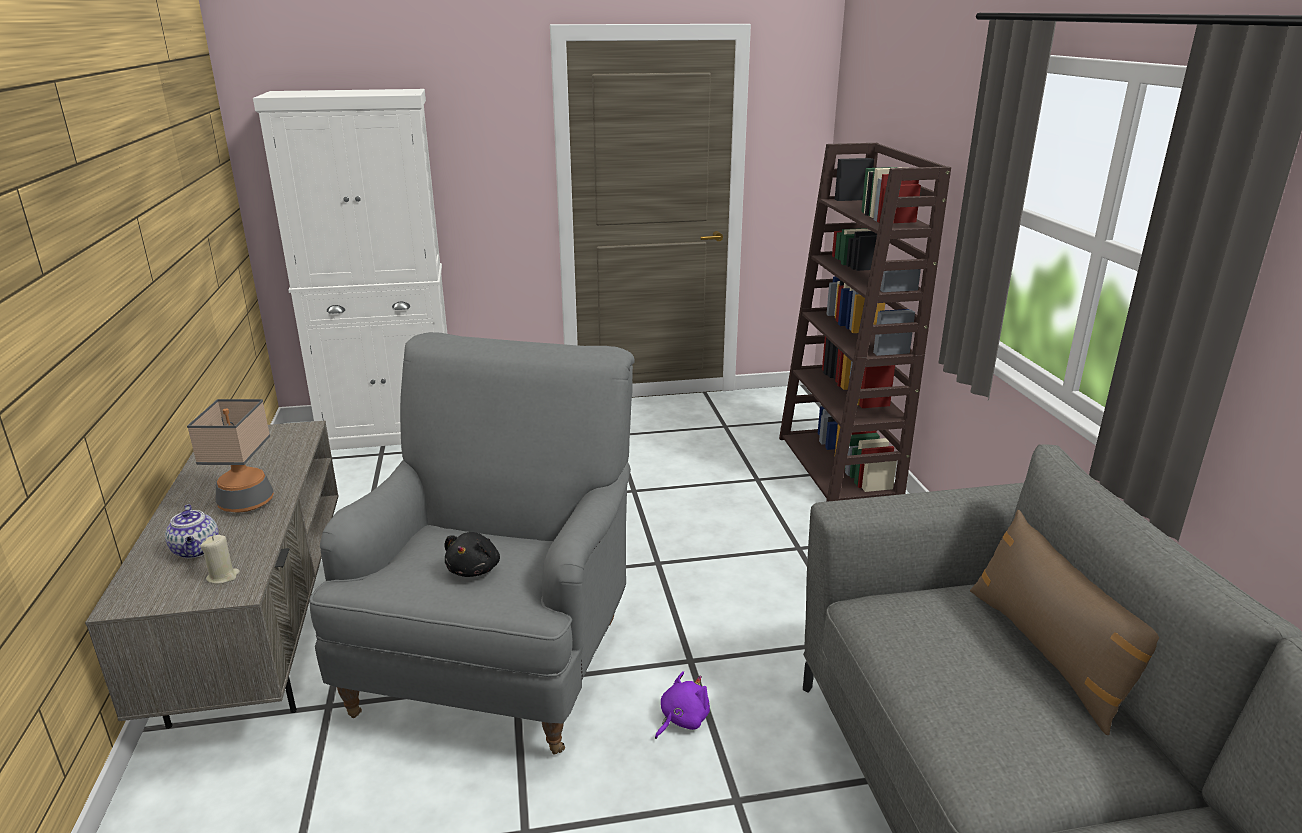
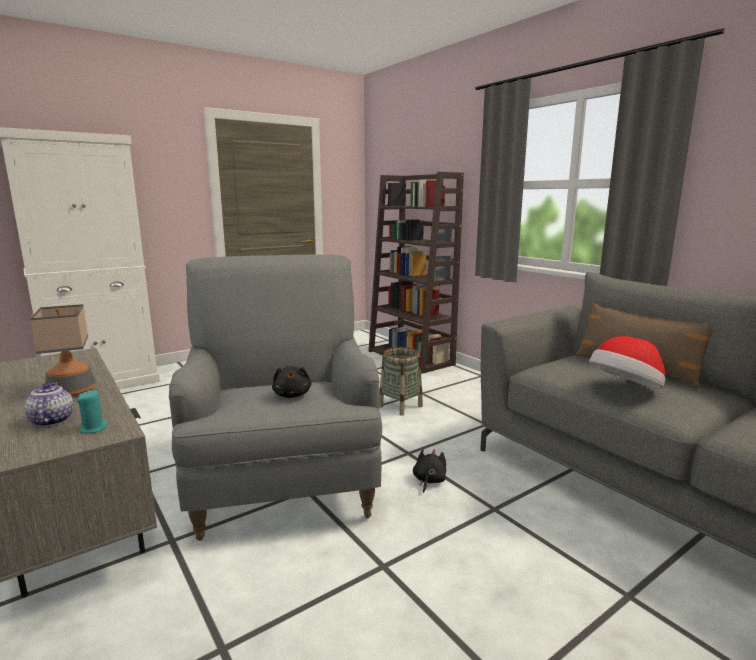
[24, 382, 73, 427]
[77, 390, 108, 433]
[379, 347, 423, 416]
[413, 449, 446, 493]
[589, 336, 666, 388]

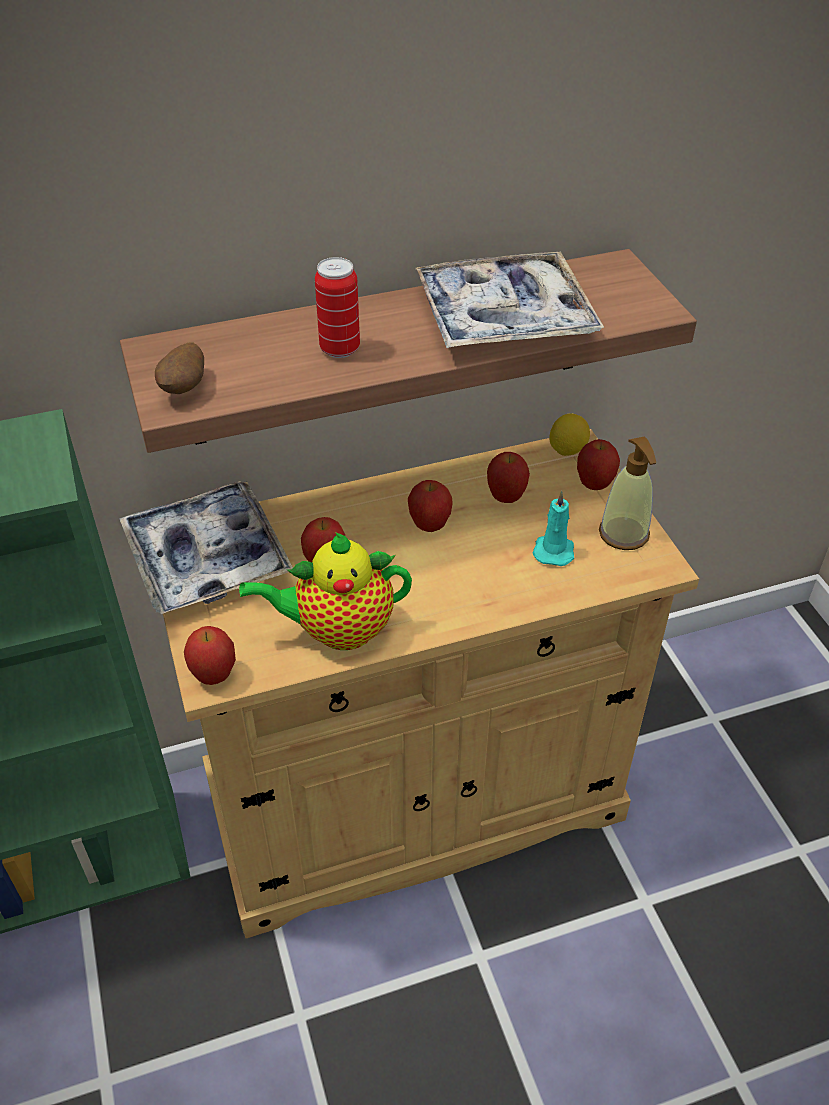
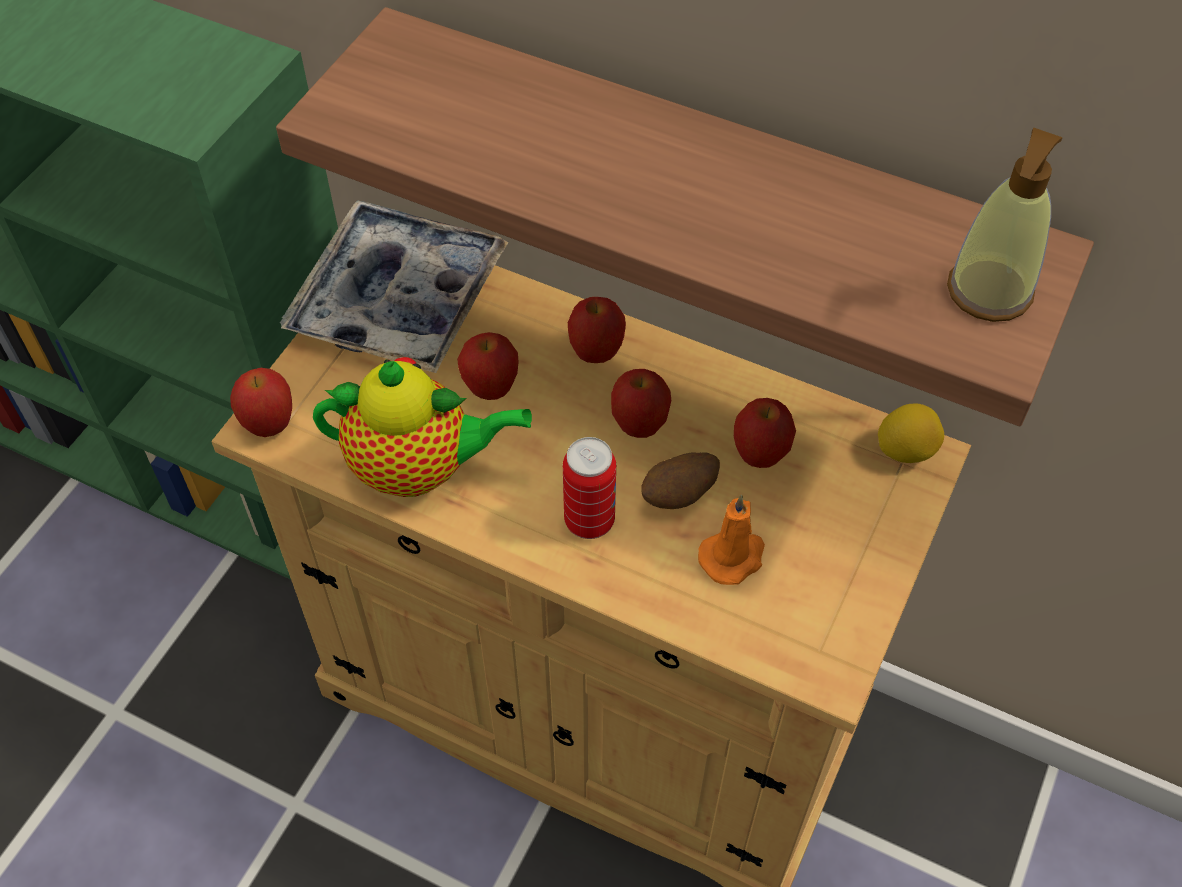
[313, 357, 532, 497]
[563, 437, 616, 539]
[568, 297, 626, 363]
[641, 452, 720, 509]
[698, 495, 765, 585]
[947, 127, 1063, 322]
[415, 251, 604, 348] (first image)

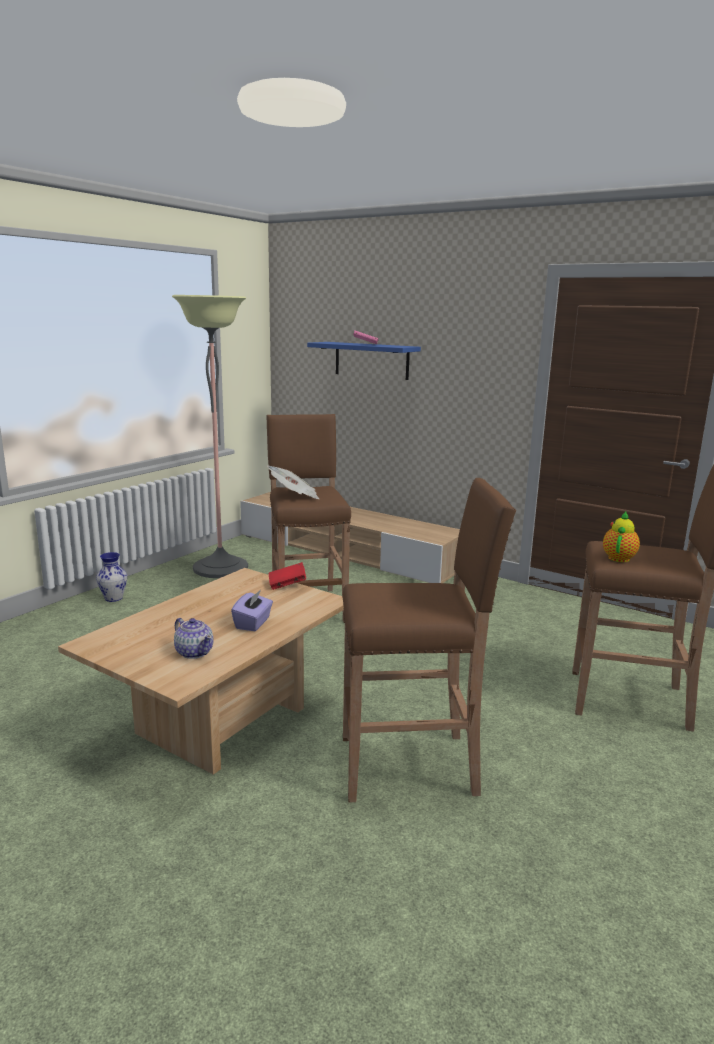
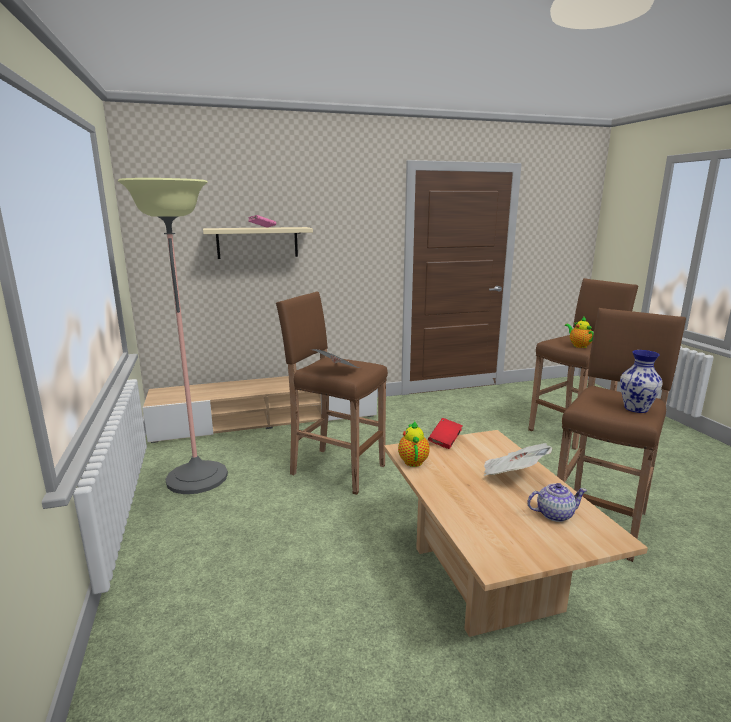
[203, 227, 313, 259]
[398, 421, 430, 467]
[484, 443, 552, 476]
[620, 350, 663, 413]

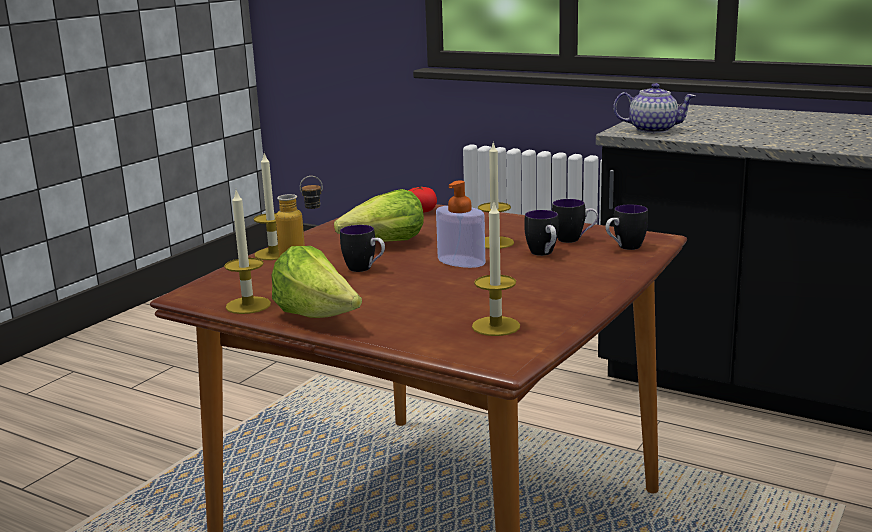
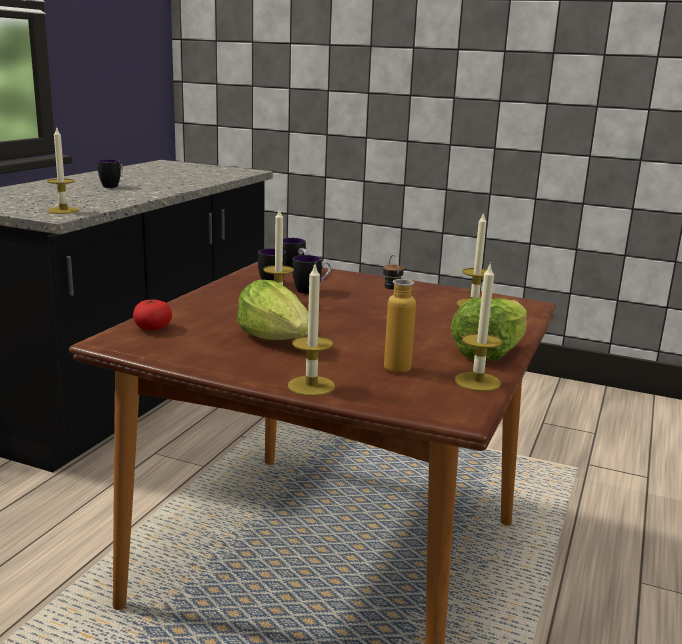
[47, 126, 80, 214]
[98, 159, 123, 188]
[436, 180, 485, 268] (first image)

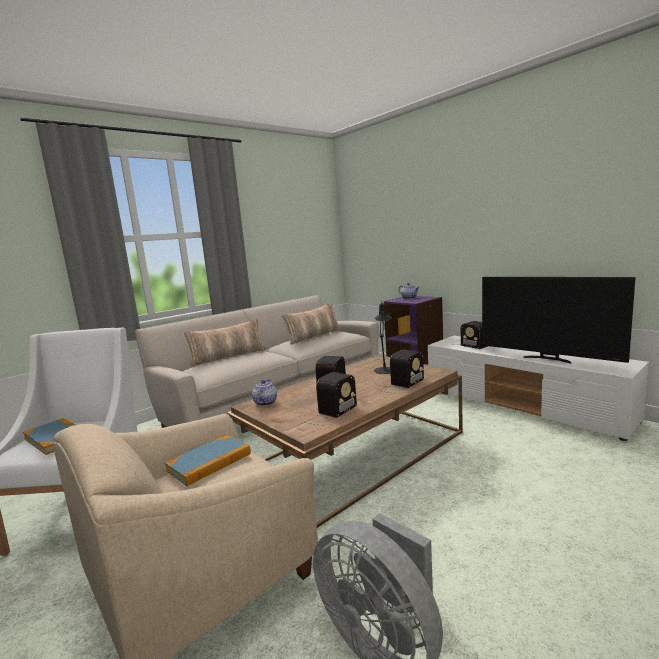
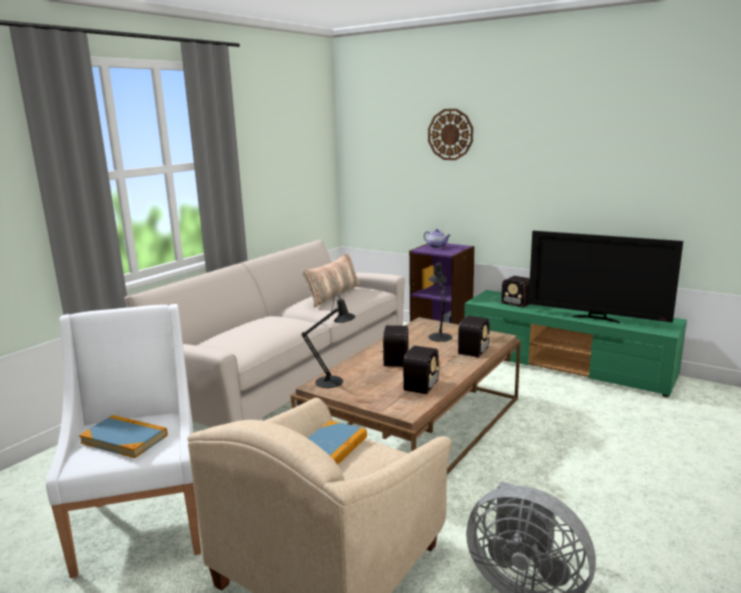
[302, 295, 356, 388]
[428, 109, 473, 160]
[464, 290, 687, 397]
[184, 319, 266, 366] (first image)

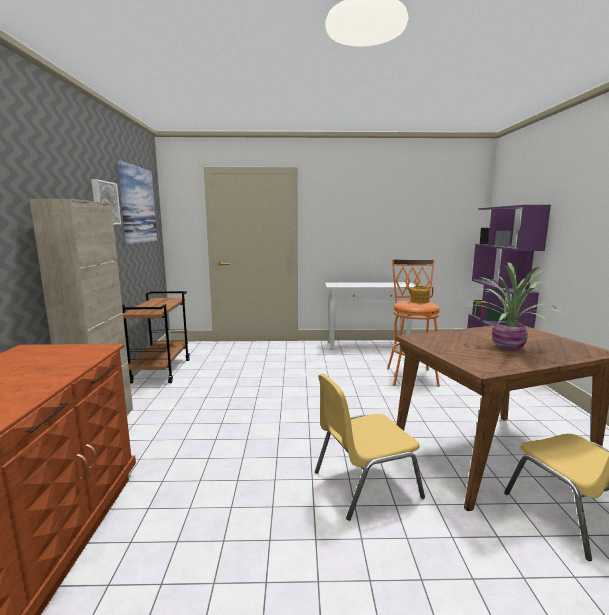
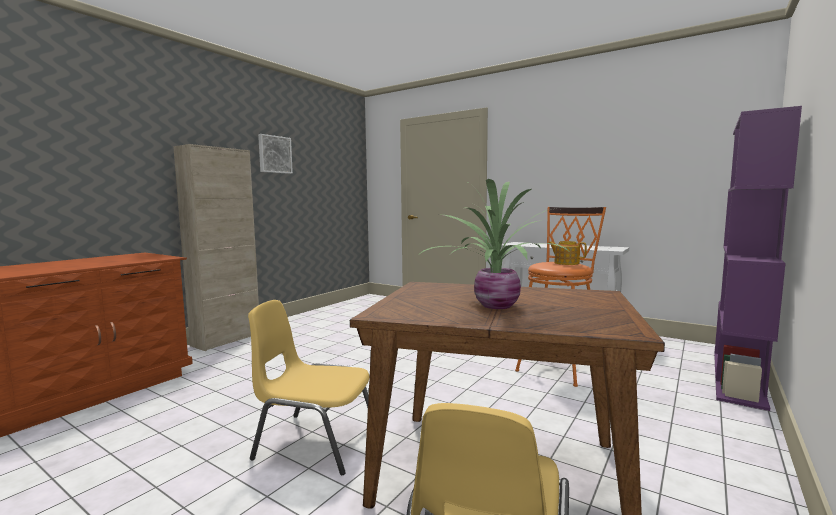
[117, 161, 157, 245] (first image)
[122, 291, 190, 384] (first image)

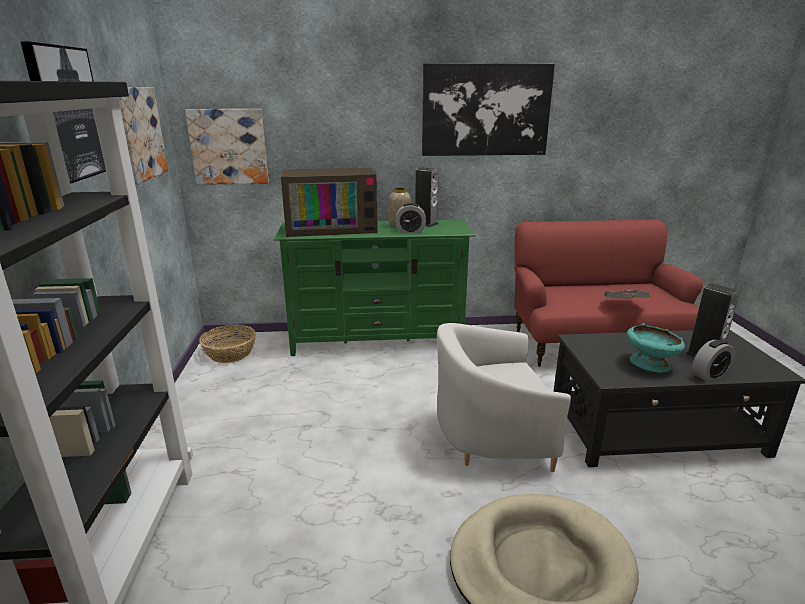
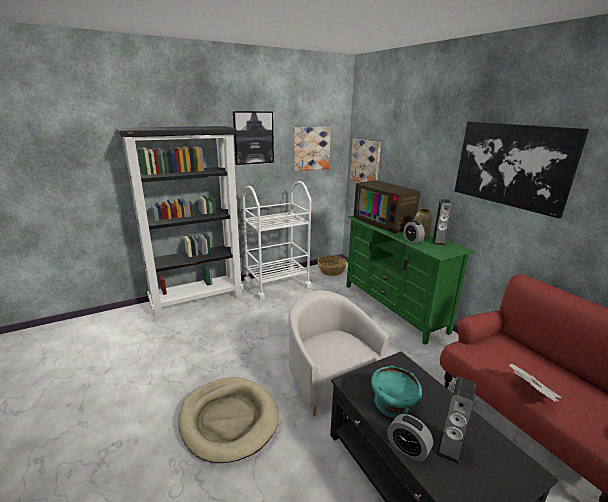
[242, 181, 311, 300]

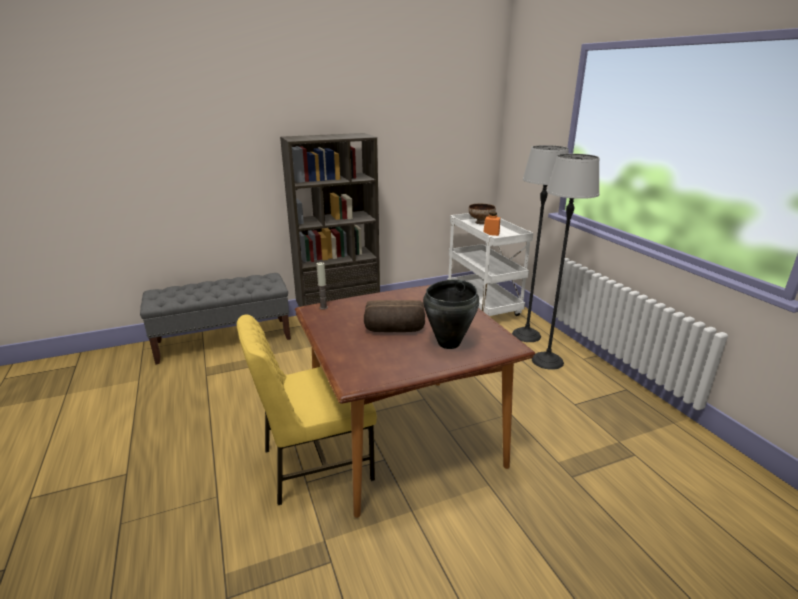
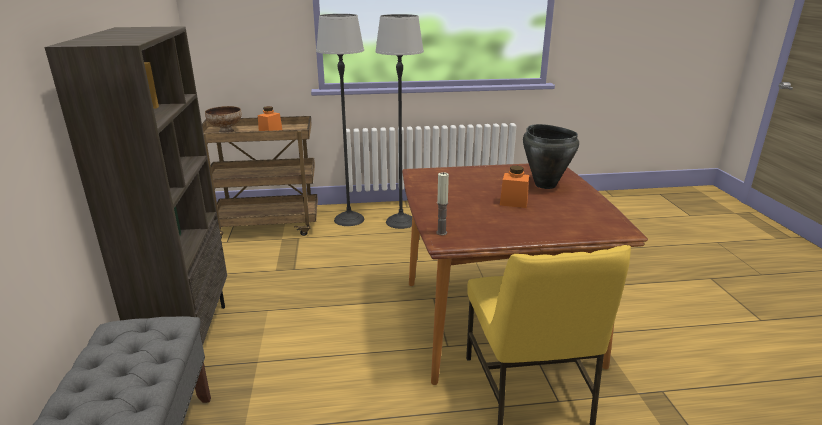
[202, 116, 318, 239]
[500, 166, 529, 208]

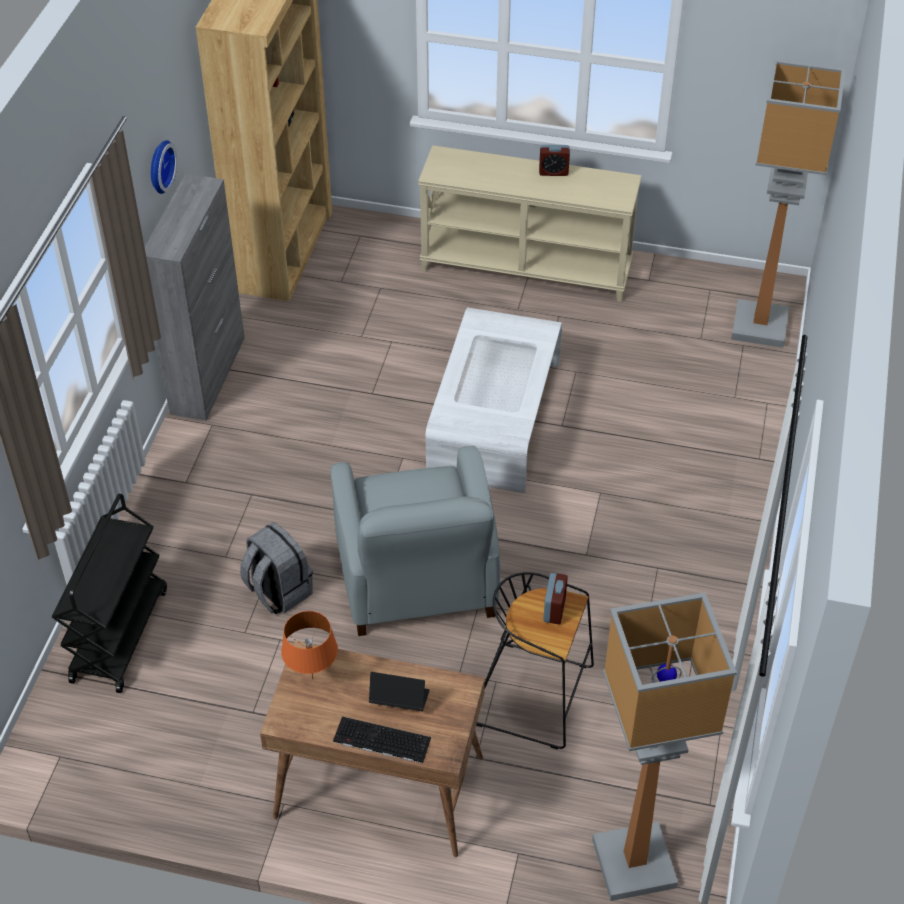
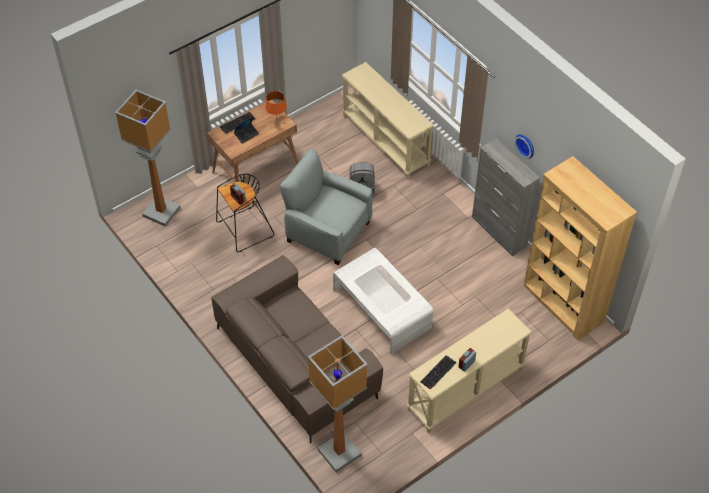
[211, 255, 383, 443]
[342, 62, 434, 179]
[420, 355, 456, 390]

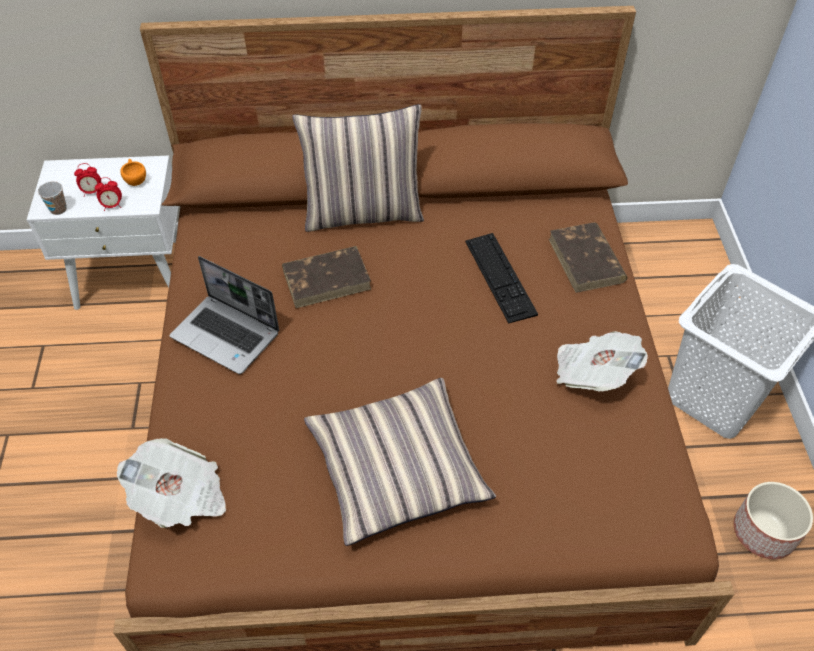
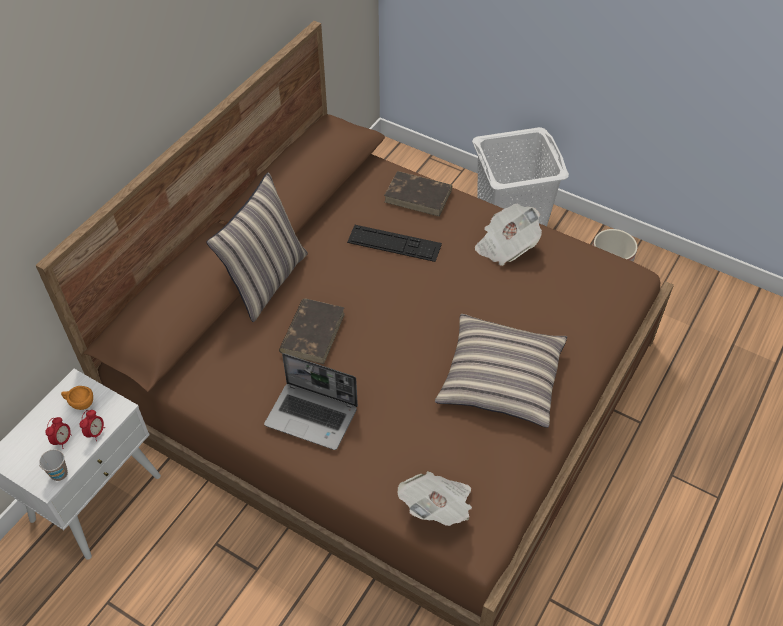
[264, 353, 358, 450]

